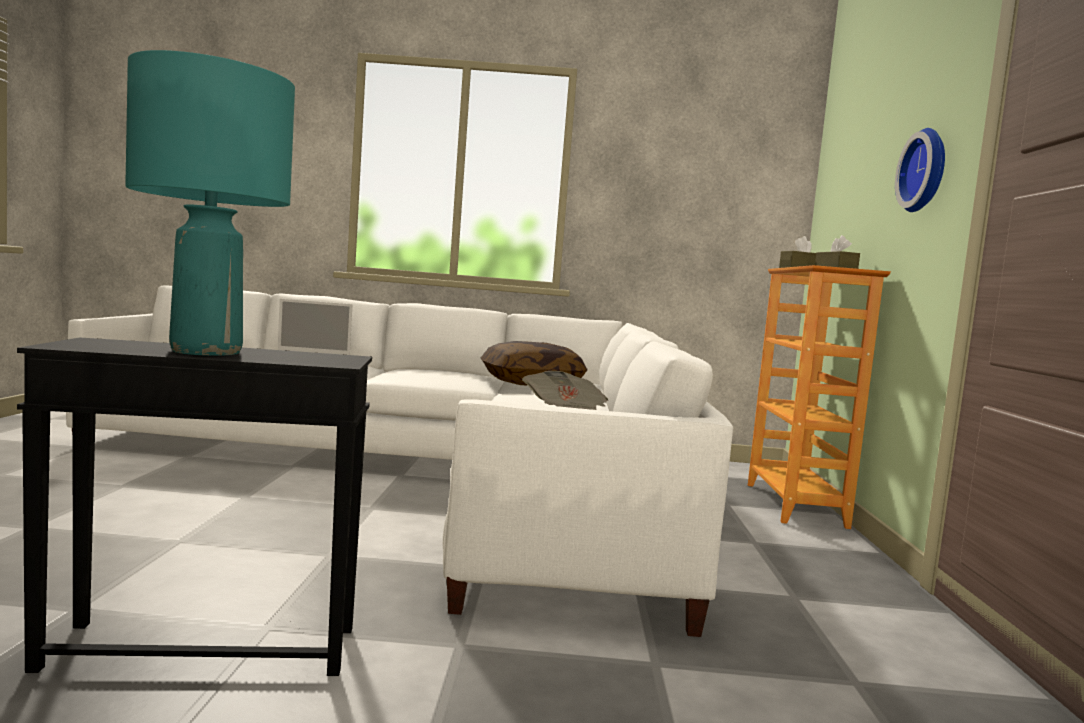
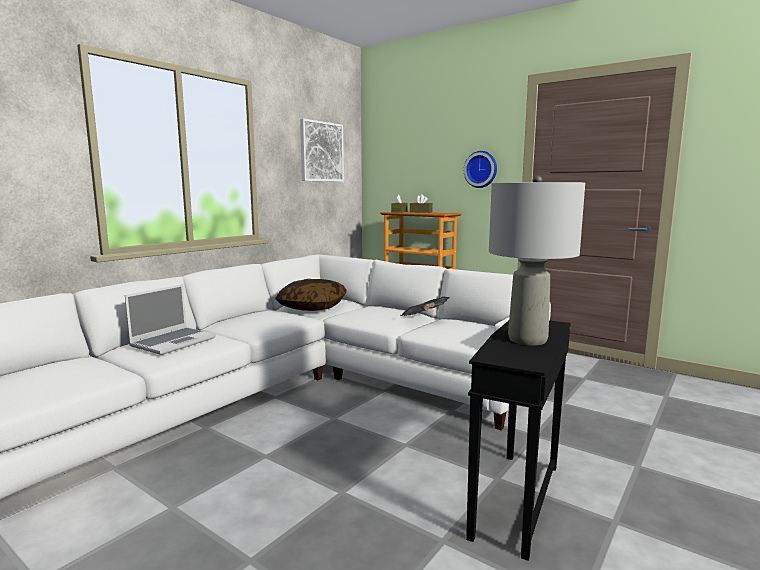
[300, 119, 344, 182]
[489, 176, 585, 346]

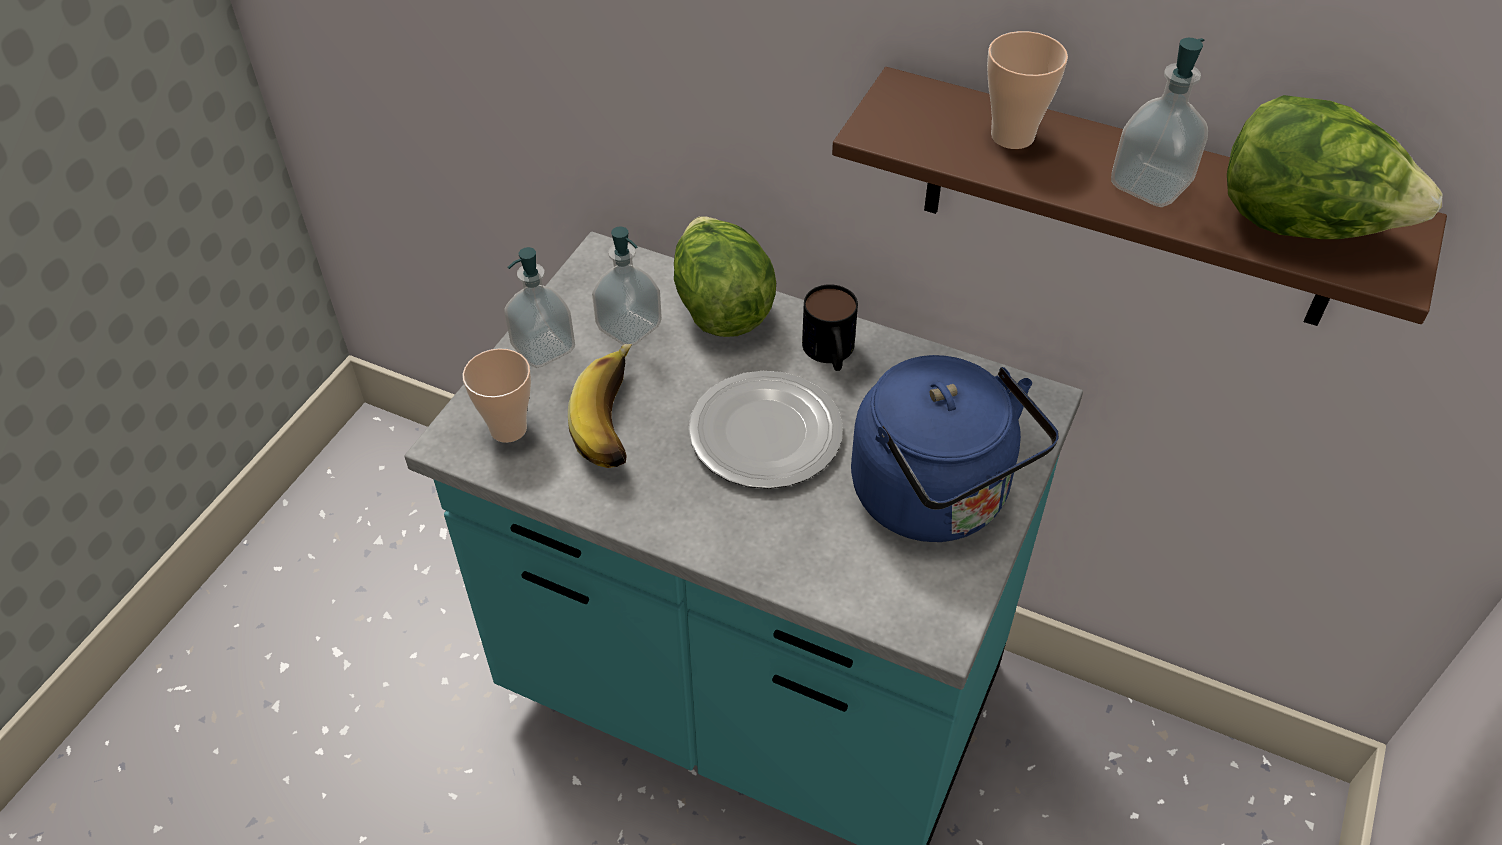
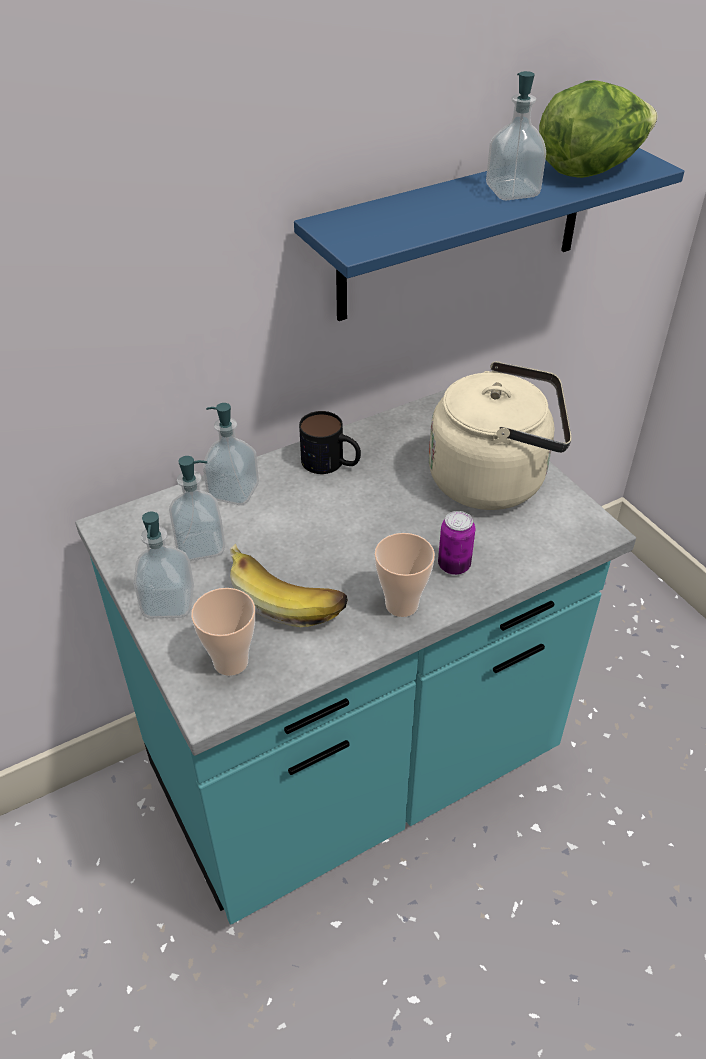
[203, 403, 259, 505]
[294, 148, 684, 321]
[374, 533, 435, 617]
[429, 361, 572, 510]
[438, 511, 475, 575]
[688, 371, 843, 489] (first image)

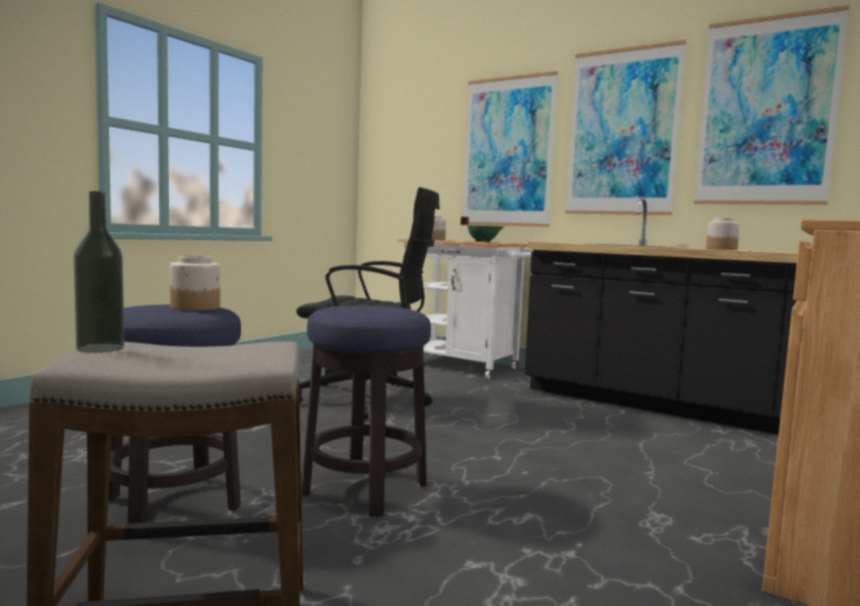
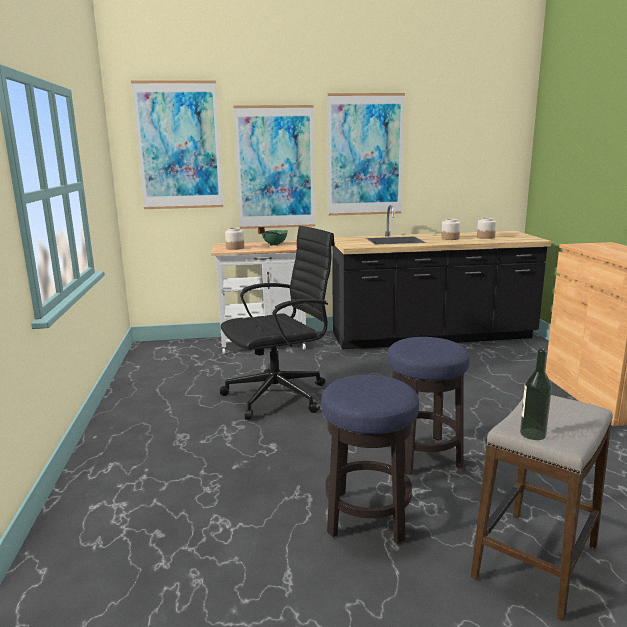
[131, 80, 223, 209]
[477, 218, 496, 239]

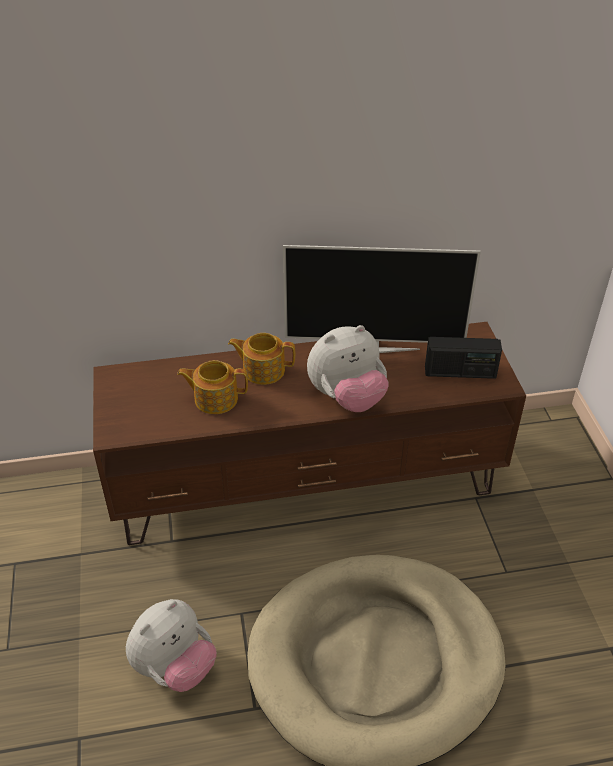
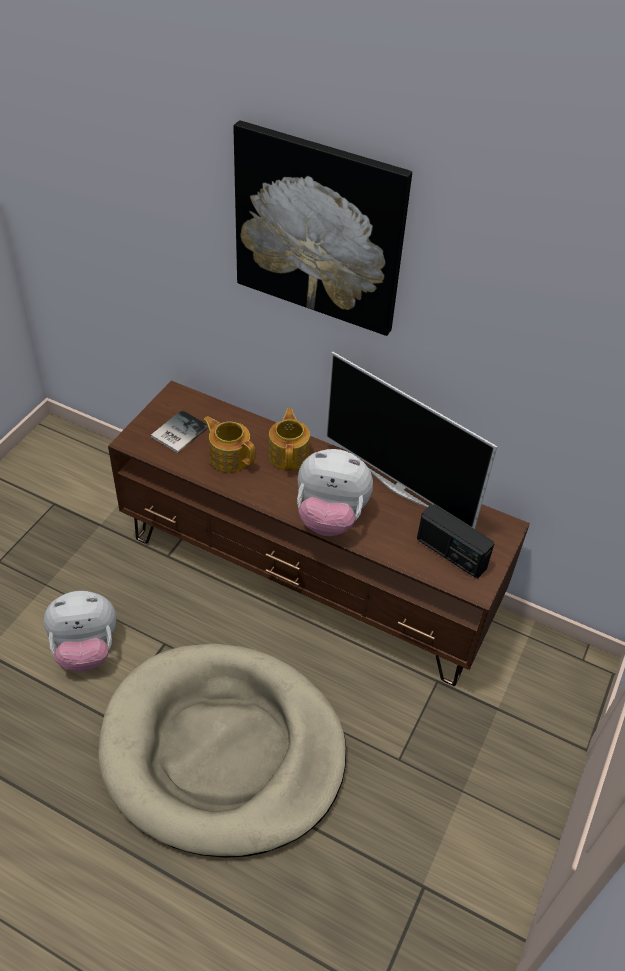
[151, 410, 208, 453]
[233, 120, 412, 336]
[268, 408, 310, 470]

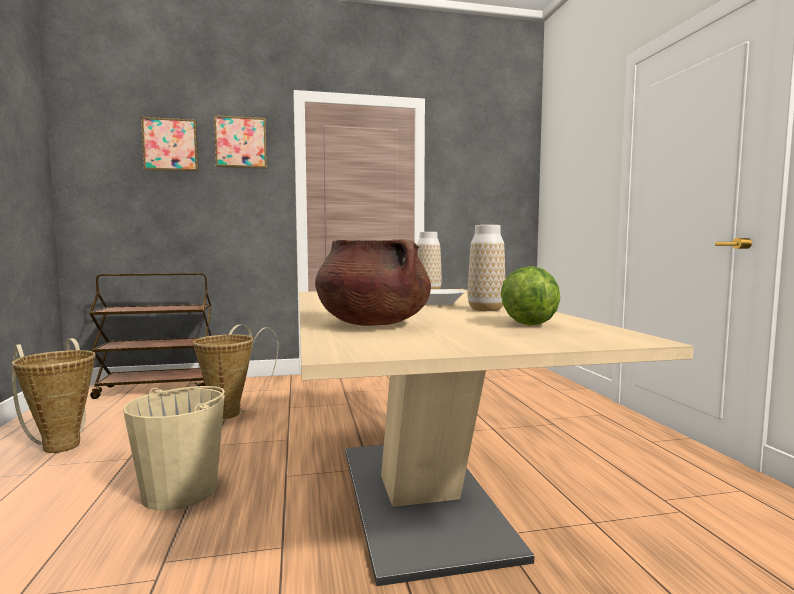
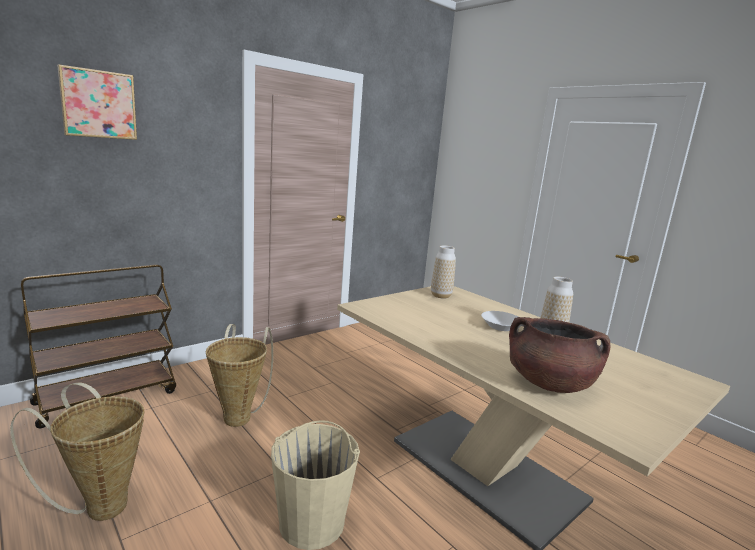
[214, 115, 267, 169] (first image)
[501, 266, 560, 326] (first image)

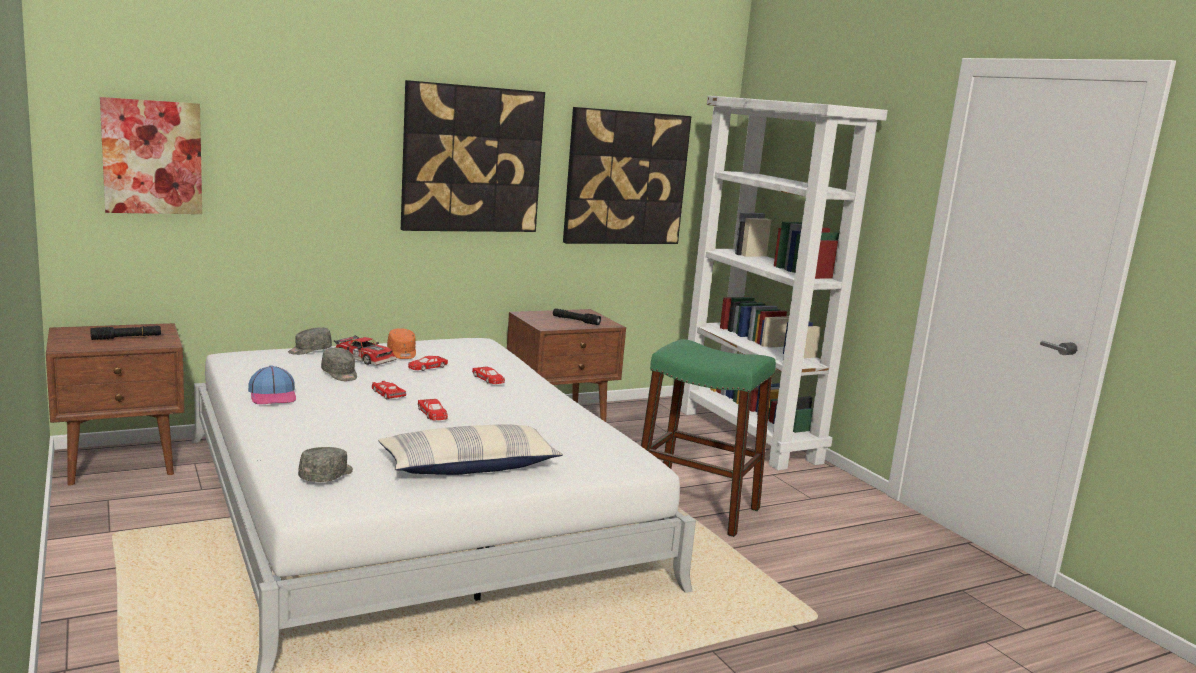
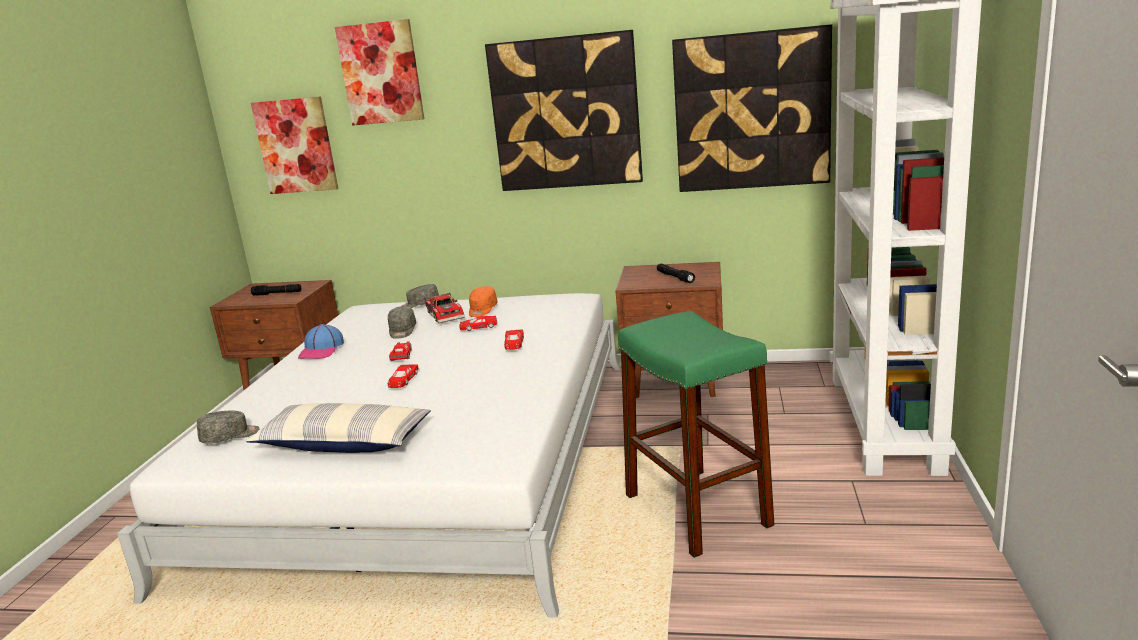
[335, 19, 424, 125]

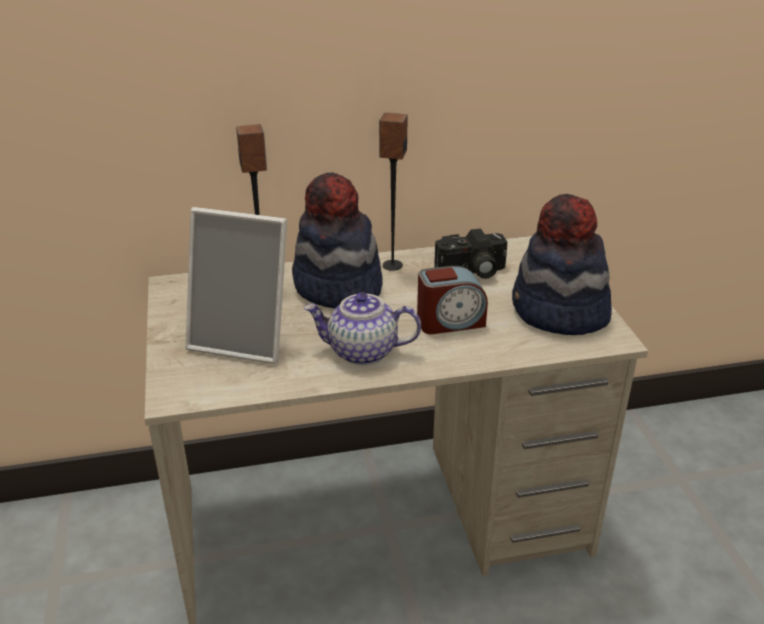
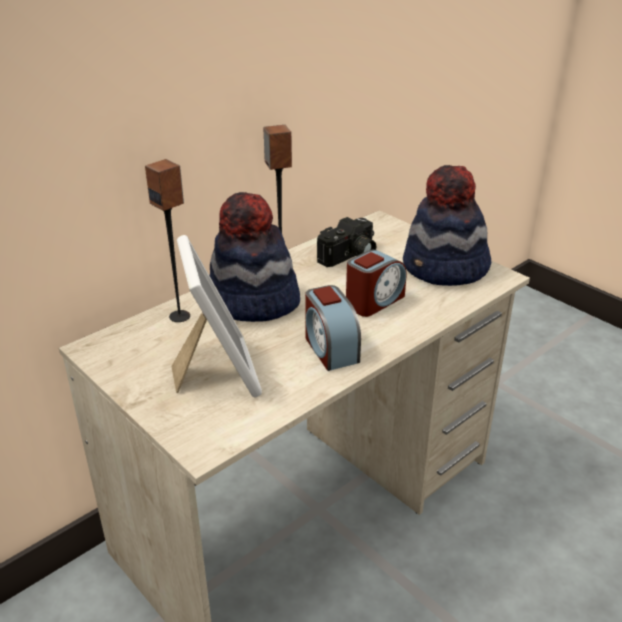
[171, 235, 262, 397]
[305, 285, 361, 371]

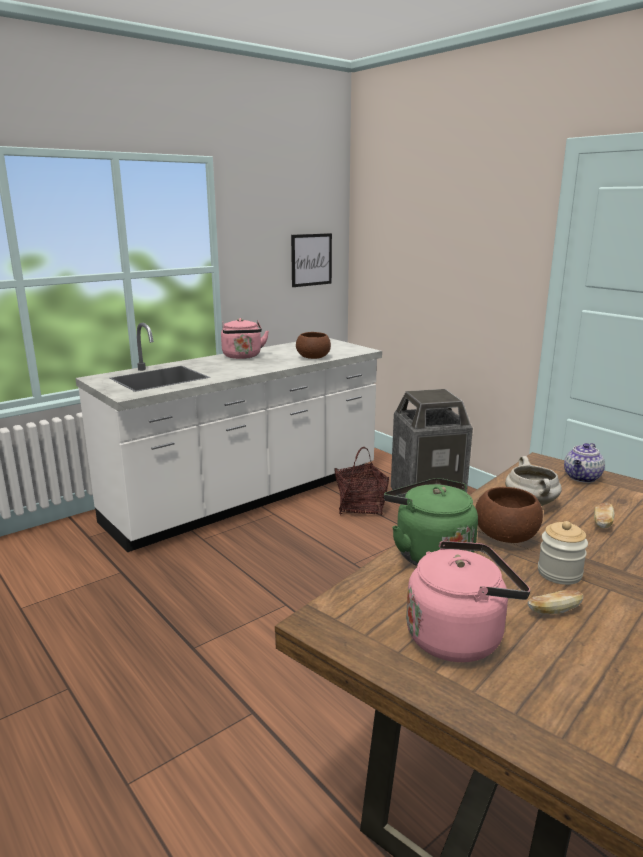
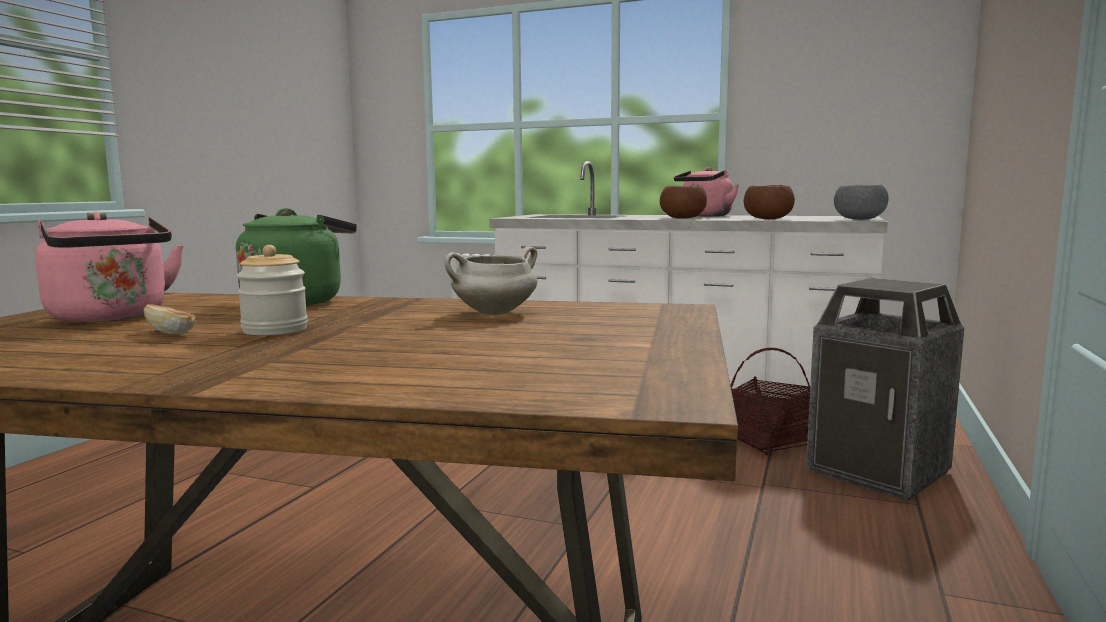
[660, 186, 707, 219]
[834, 184, 889, 220]
[291, 233, 332, 287] (first image)
[564, 443, 605, 483] (first image)
[594, 502, 614, 529] (first image)

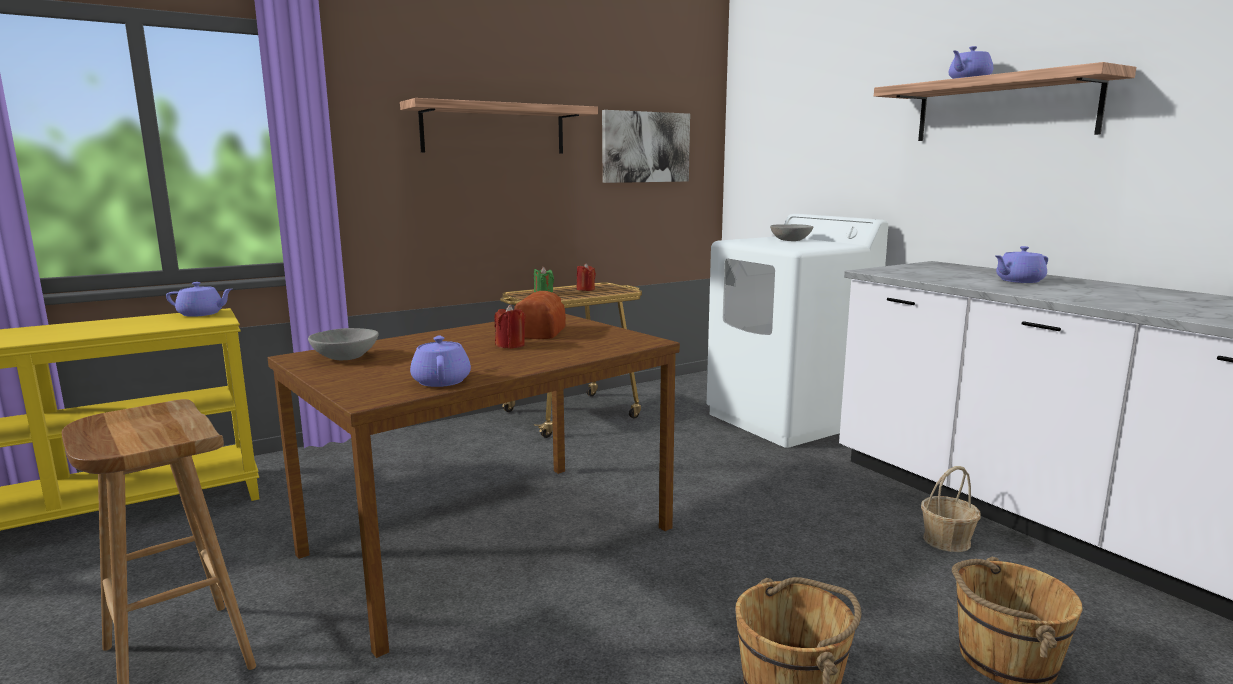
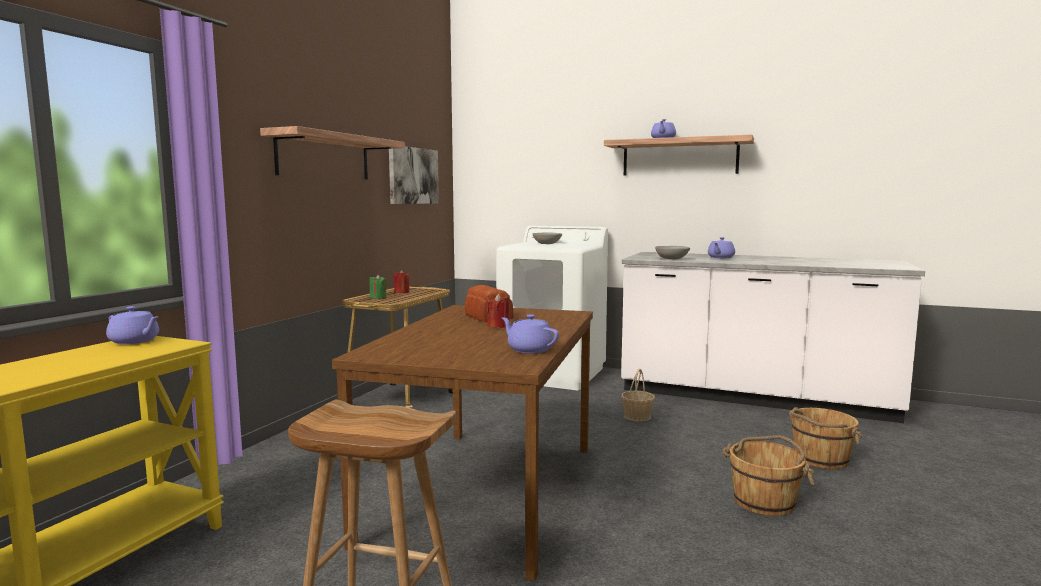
[106, 306, 159, 344]
[621, 369, 655, 422]
[655, 246, 690, 259]

